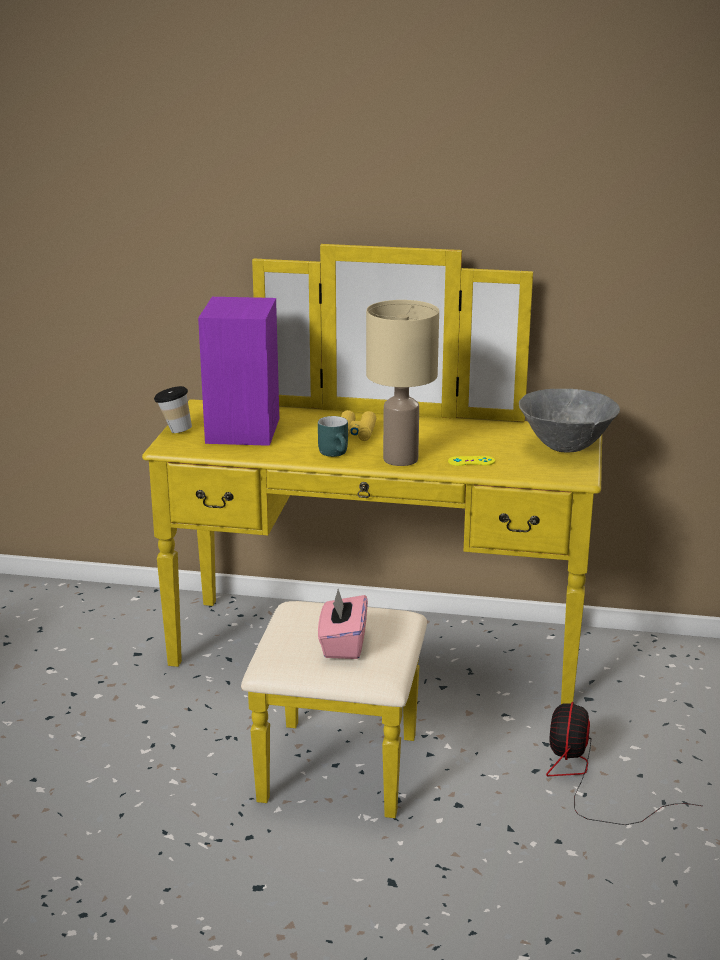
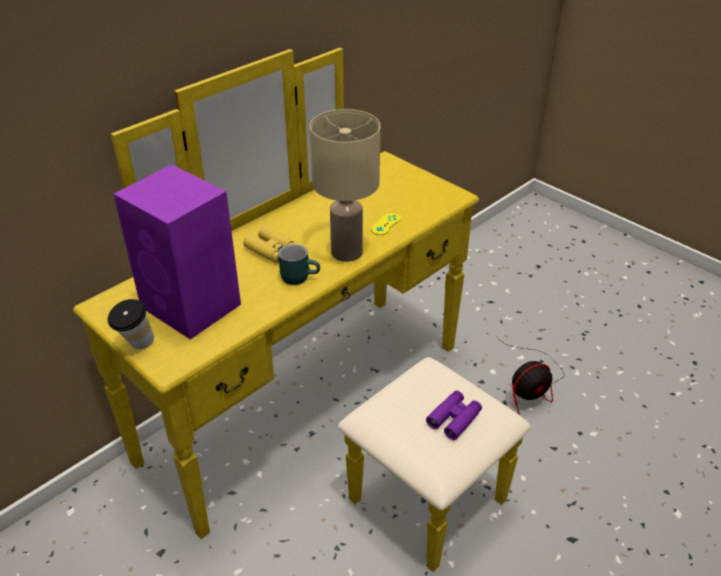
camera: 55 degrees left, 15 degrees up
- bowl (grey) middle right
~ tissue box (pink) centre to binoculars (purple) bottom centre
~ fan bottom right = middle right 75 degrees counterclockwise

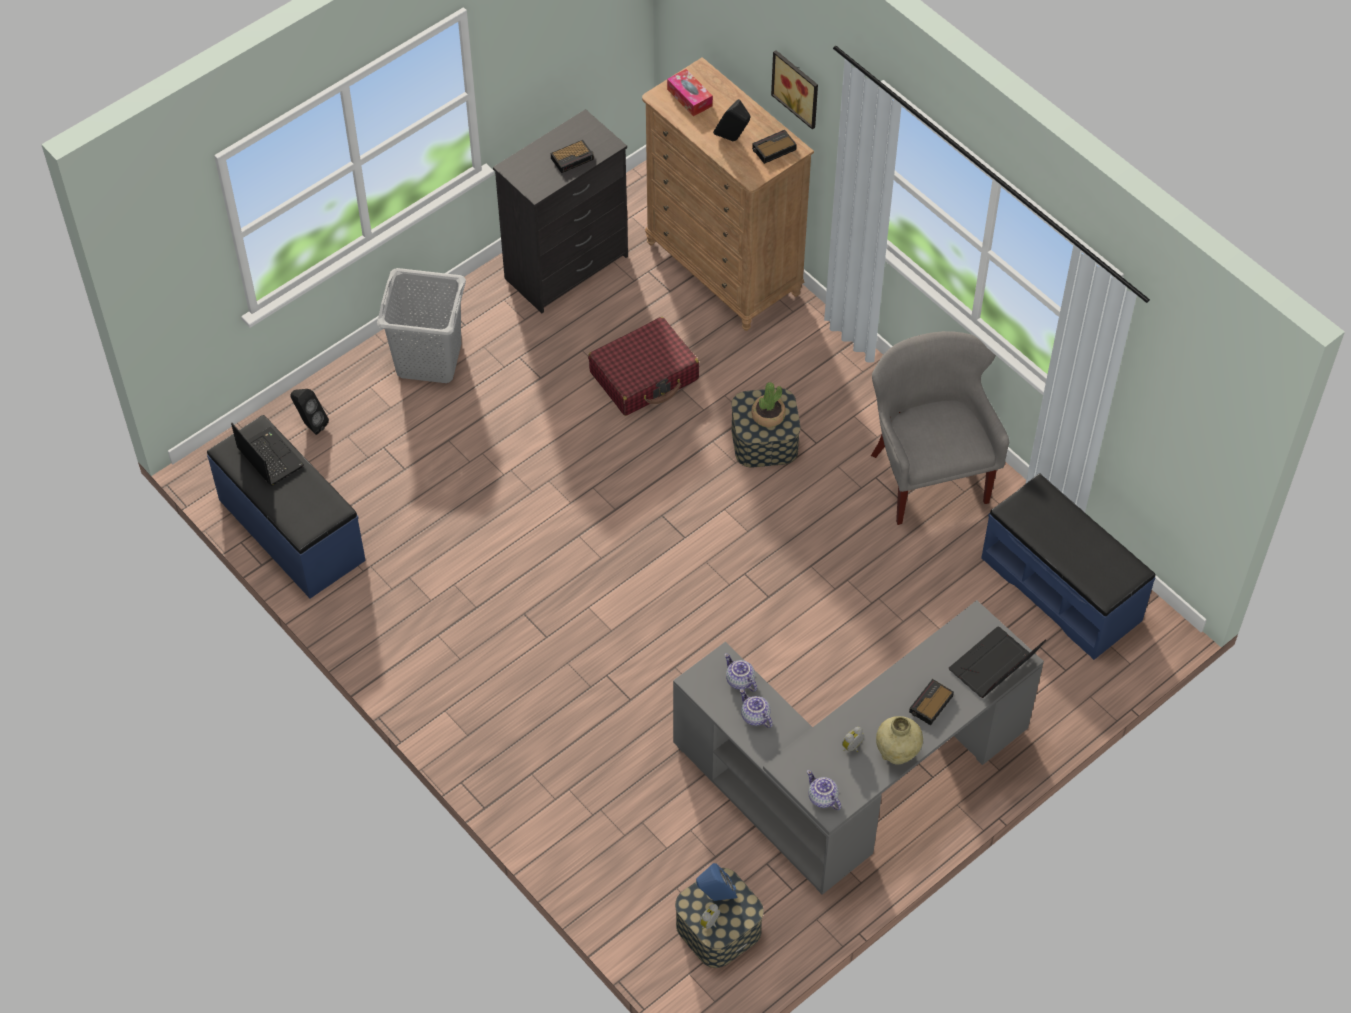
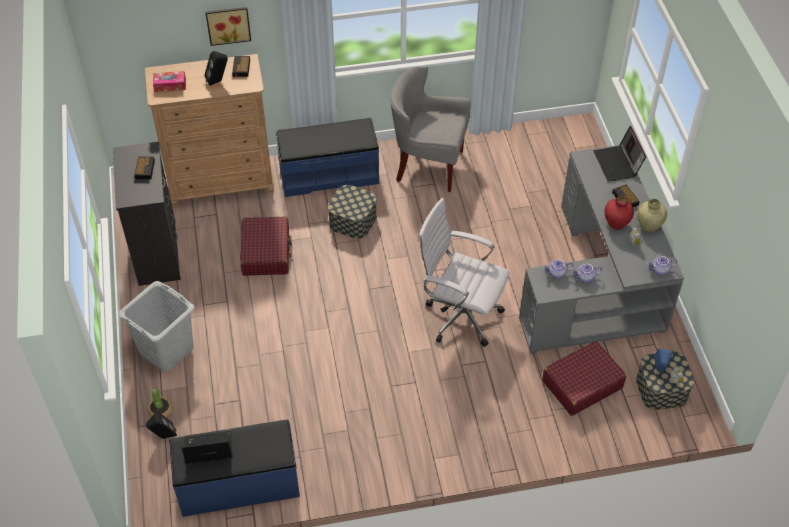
camera: 60 degrees left, 5 degrees down
~ potted plant centre to bottom left
~ bench (blue) (2nd from left) middle right to top centre
+ vase (red) middle right
+ office chair (white) centre
+ suitcase (red) (2nd from left) bottom right

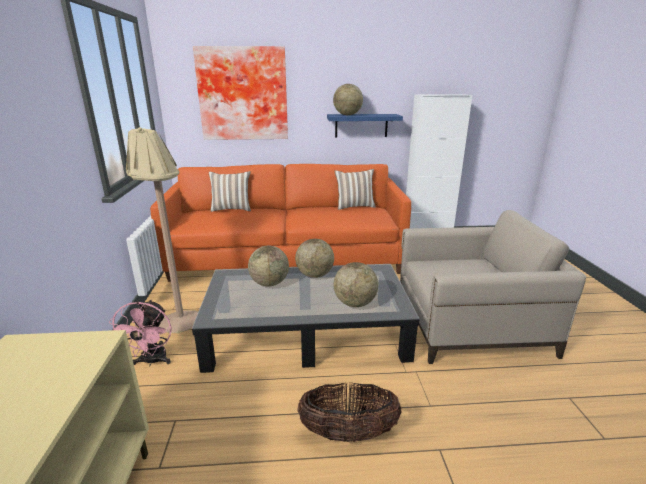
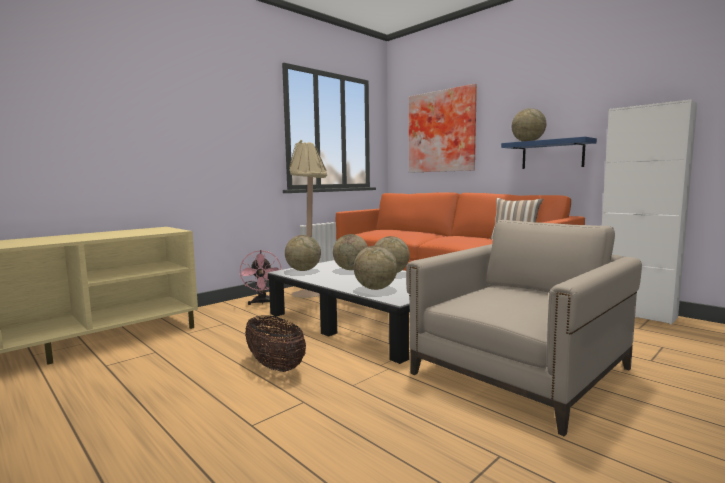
camera: 50 degrees right, 15 degrees down
- pillow (1st from left) centre
~ armchair (beige) middle right = bottom right 90 degrees counterclockwise
~ fan (pink) bottom left = centre 60 degrees counterclockwise
+ globe (1st from left) centre

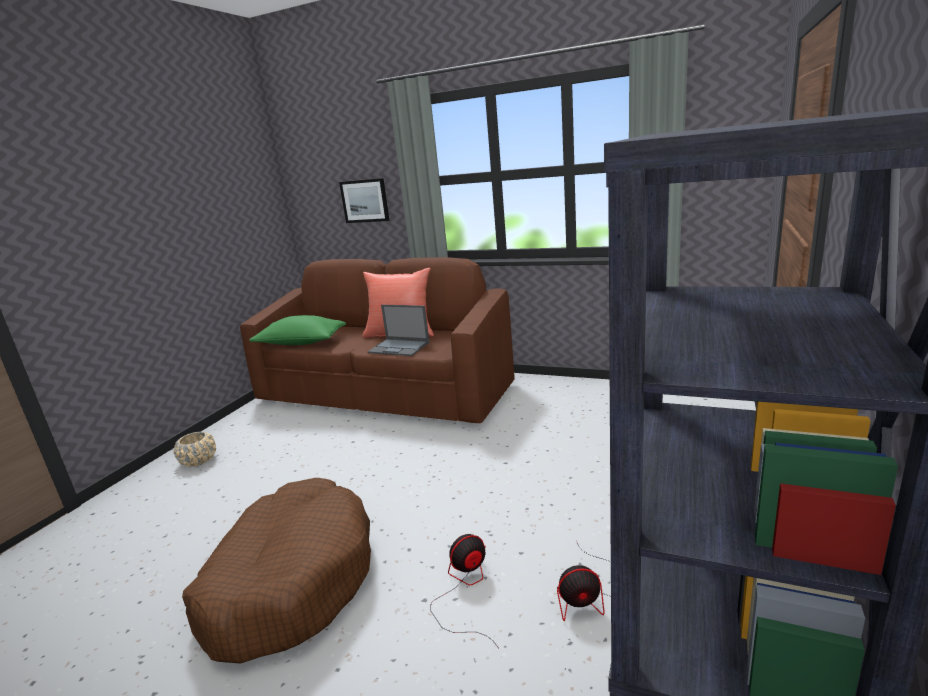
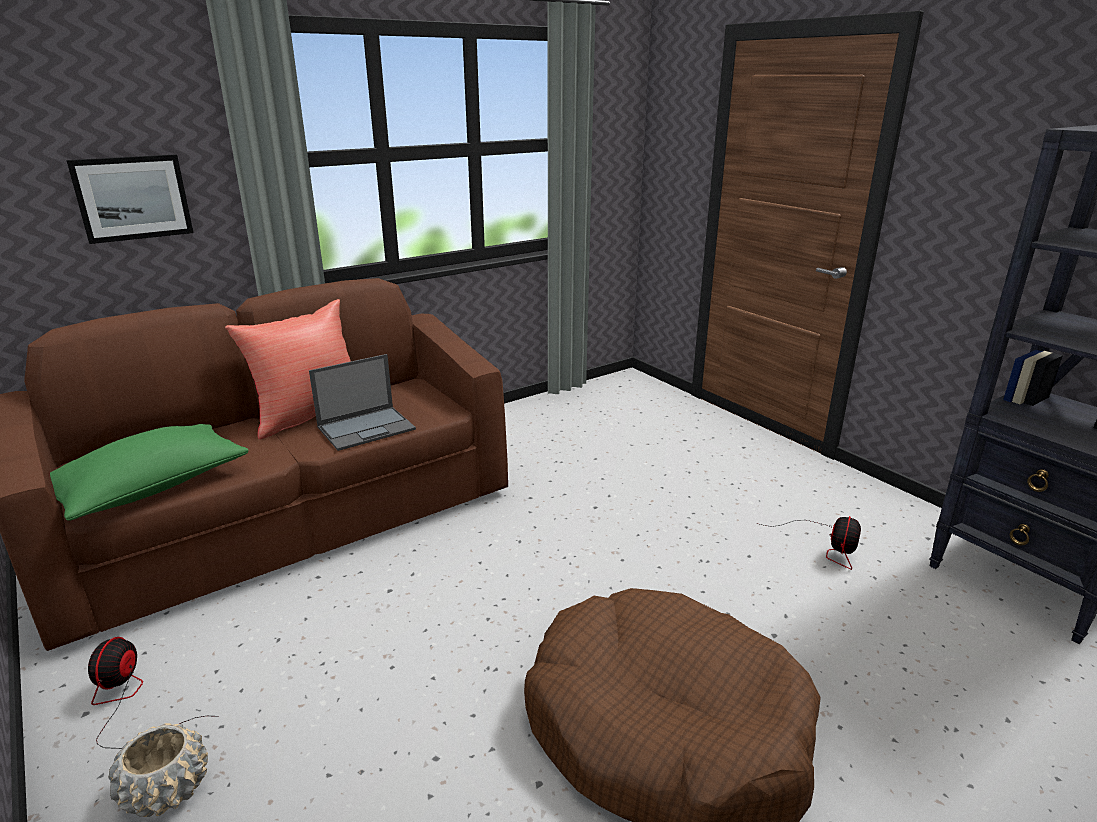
camera: 60 degrees left, 5 degrees up
~ fan (1st from left) bottom centre to bottom left

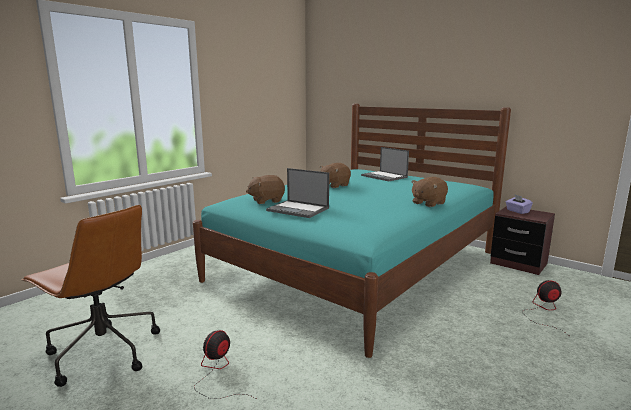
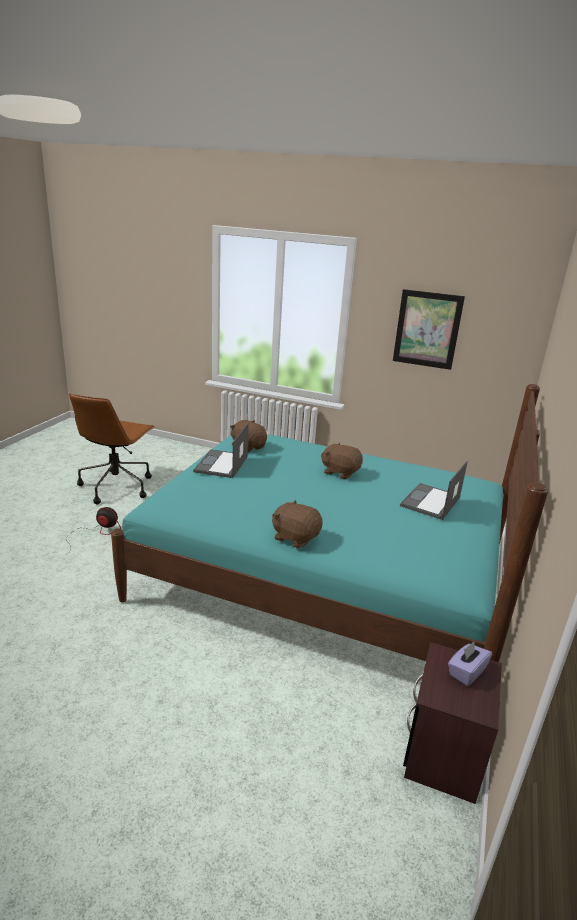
camera: 70 degrees right, 10 degrees up
- fan (2nd from left) bottom right
+ picture middle right

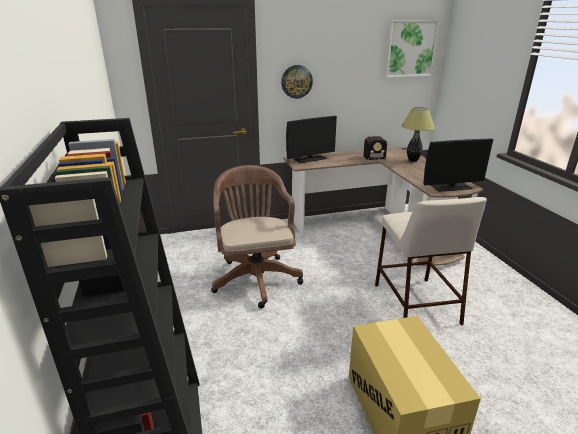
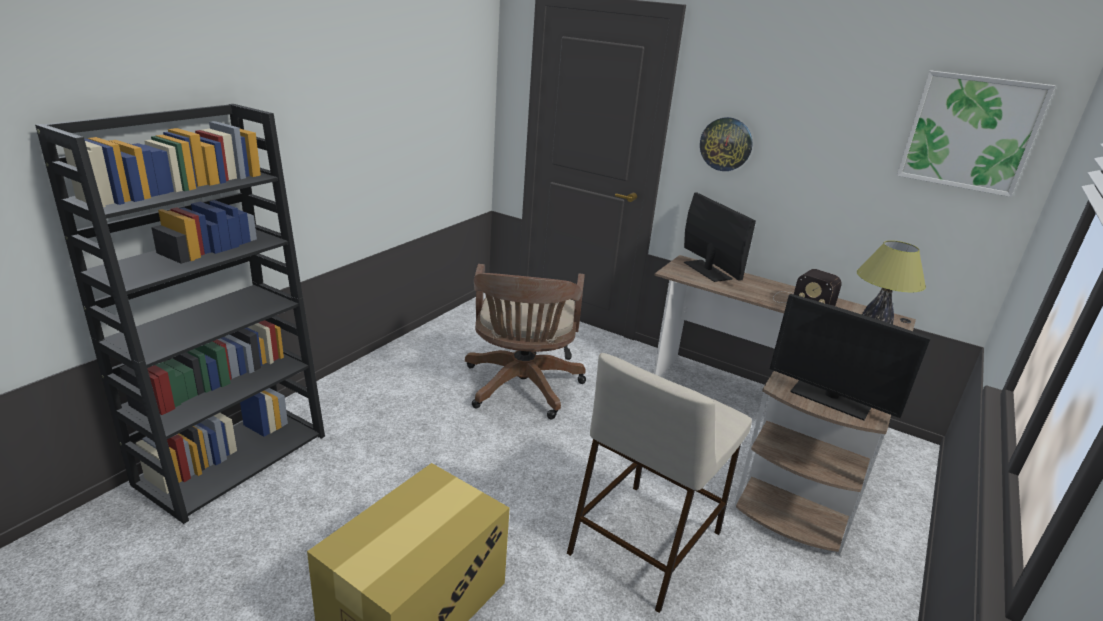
camera: 45 degrees right, 0 degrees up
~ monitor (1st from left) top centre = centre 135 degrees counterclockwise
~ office chair (brown) centre = centre 150 degrees clockwise

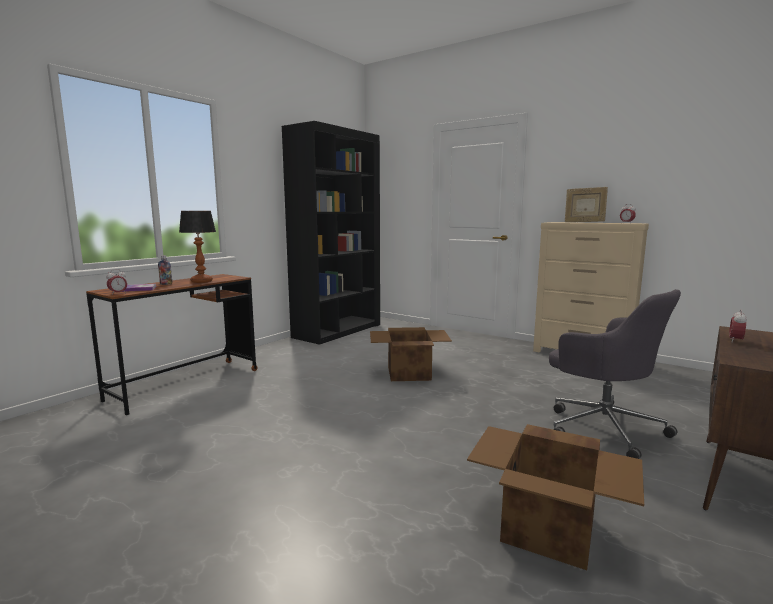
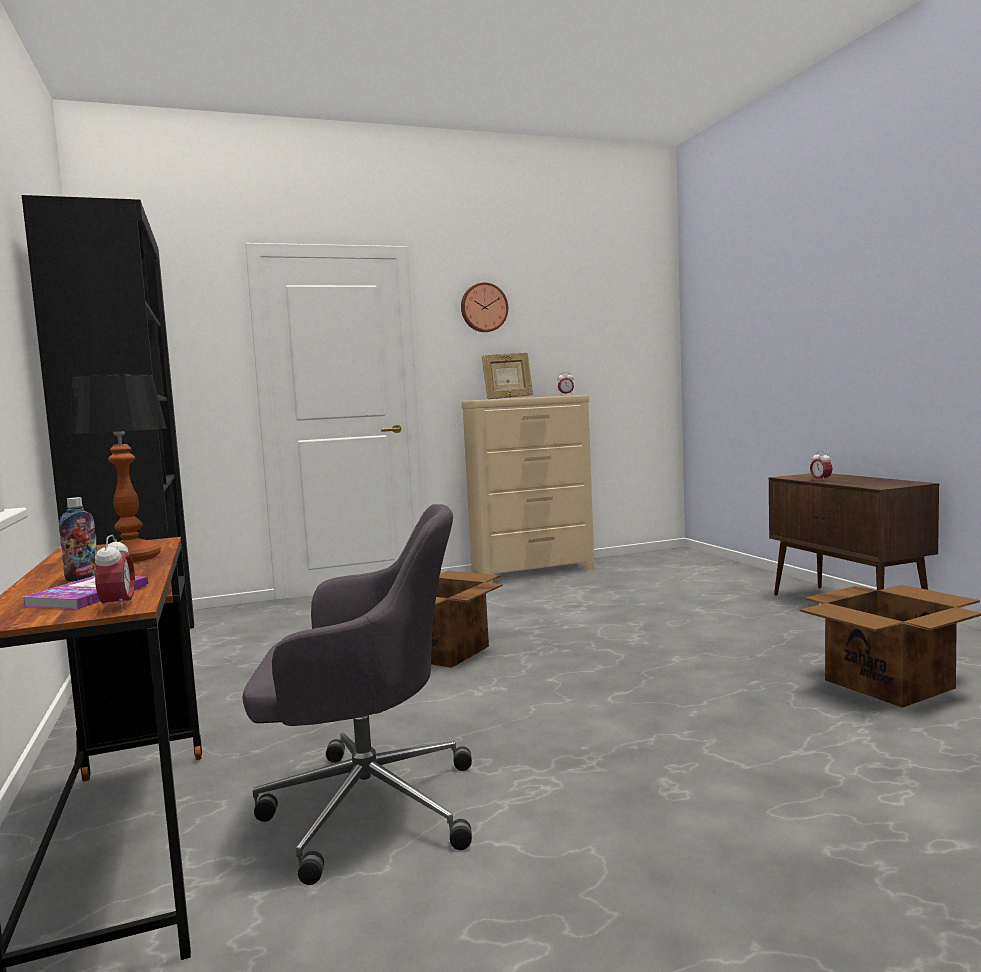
camera: 55 degrees left, 5 degrees down
~ office chair (grey) middle right to bottom centre
+ wall clock top centre

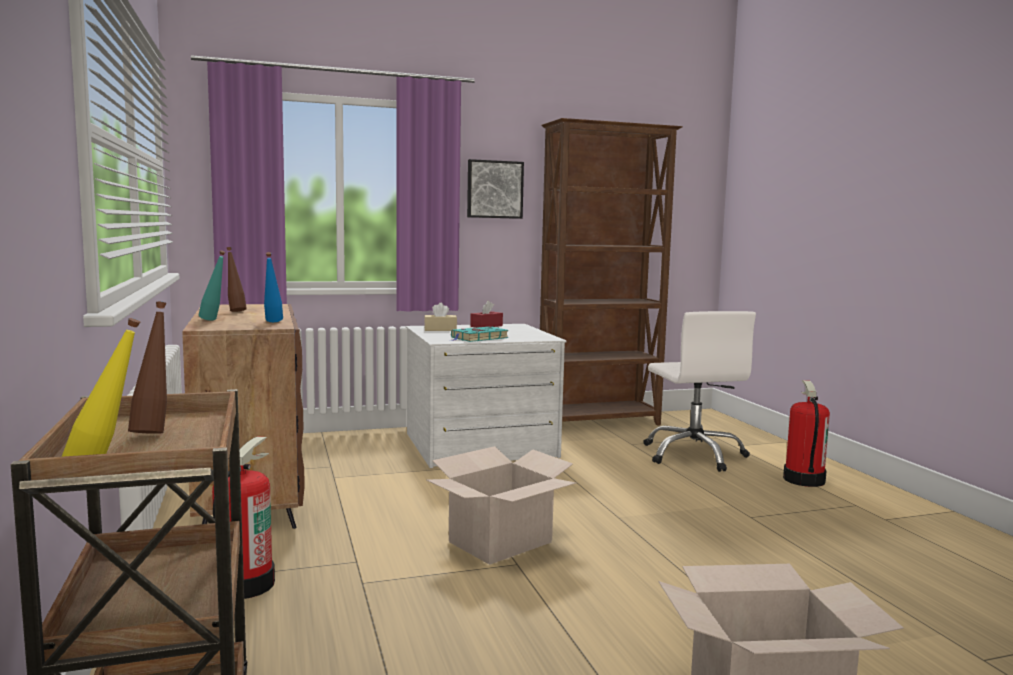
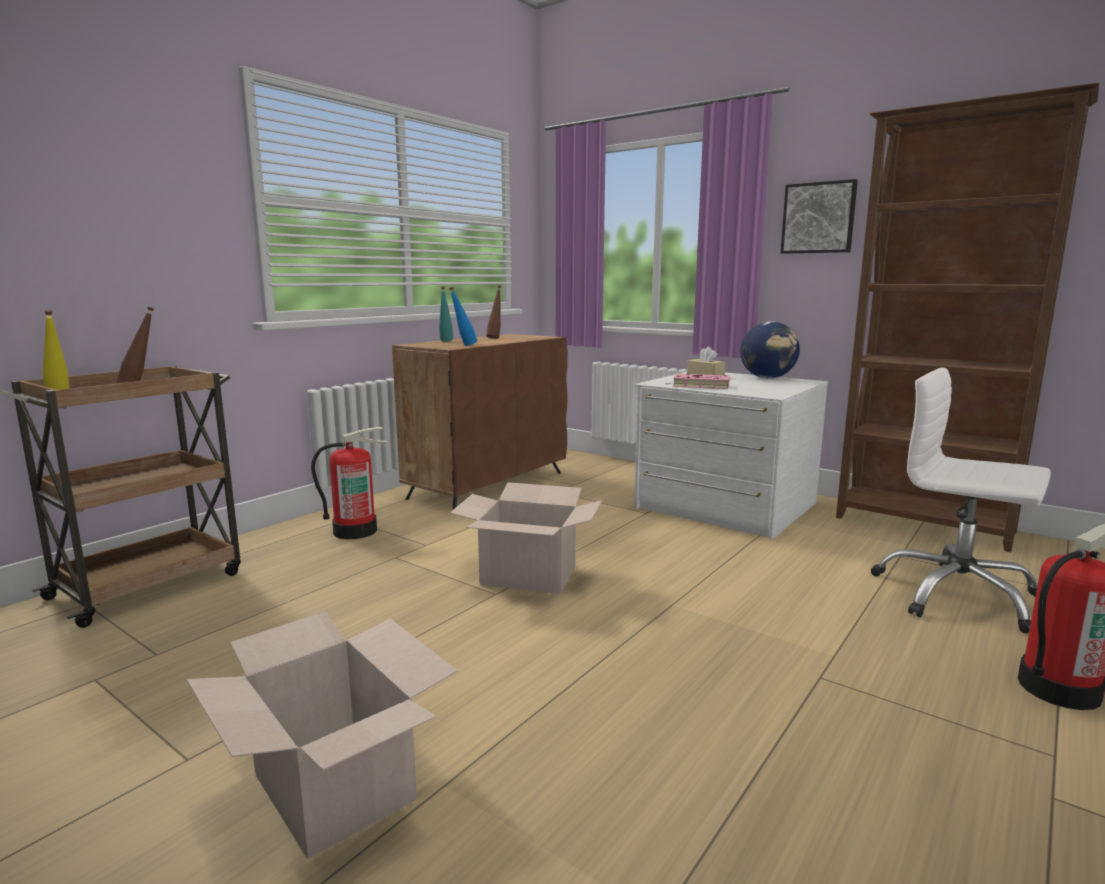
camera: 55 degrees right, 5 degrees up
~ tissue box (red) centre to globe middle right
~ office chair (white) middle right = middle right 90 degrees clockwise
~ book (turquoise) centre to book (pink) centre

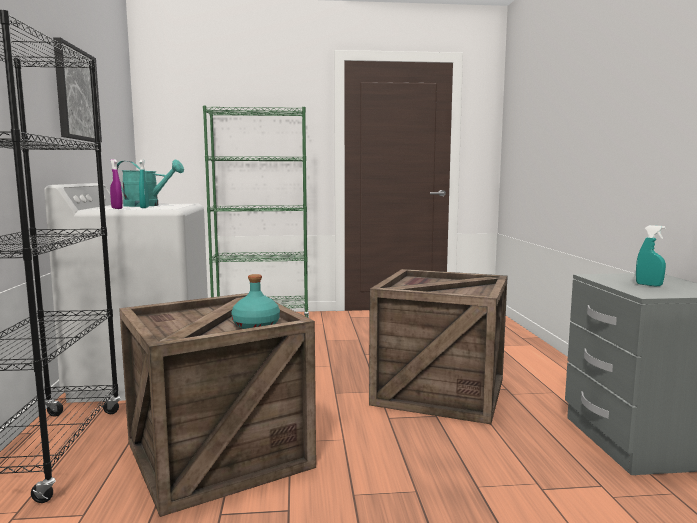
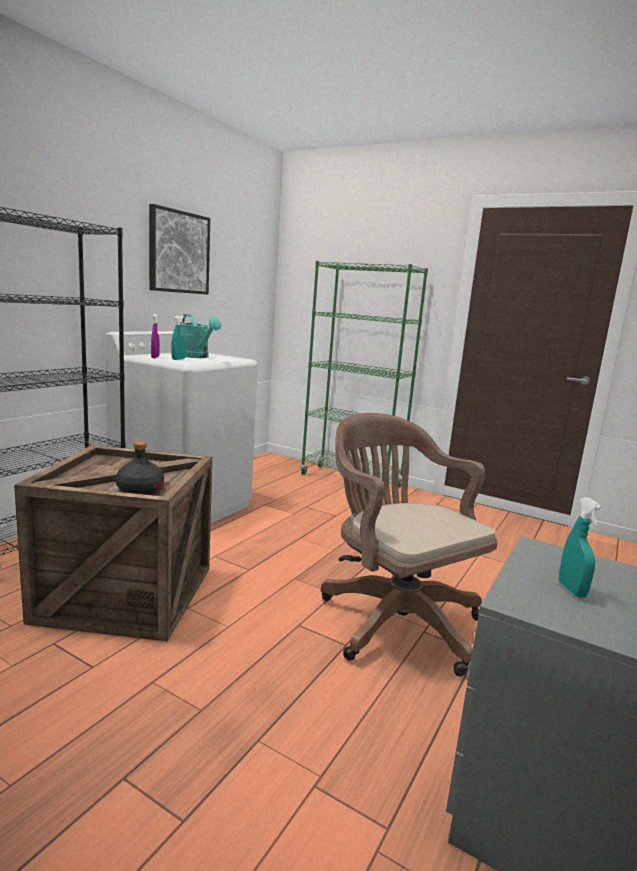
camera: 35 degrees right, 5 degrees up
~ crate (2nd from left) centre to office chair (brown) centre
~ bottle (turquoise) centre to bottle (black) middle left

